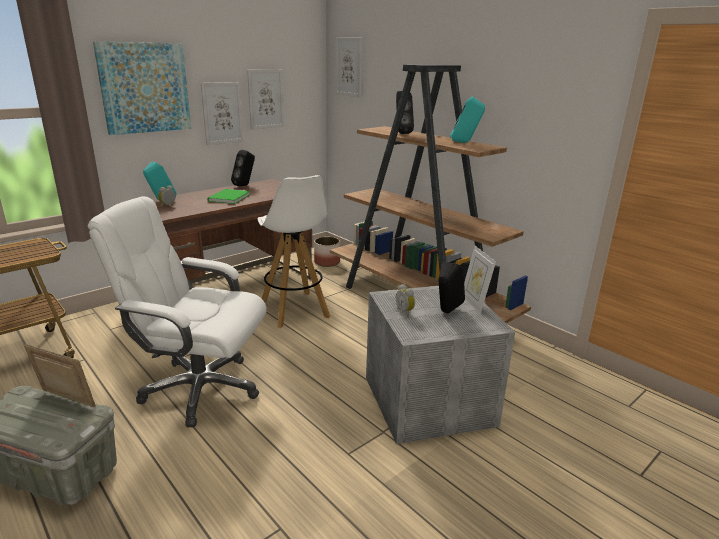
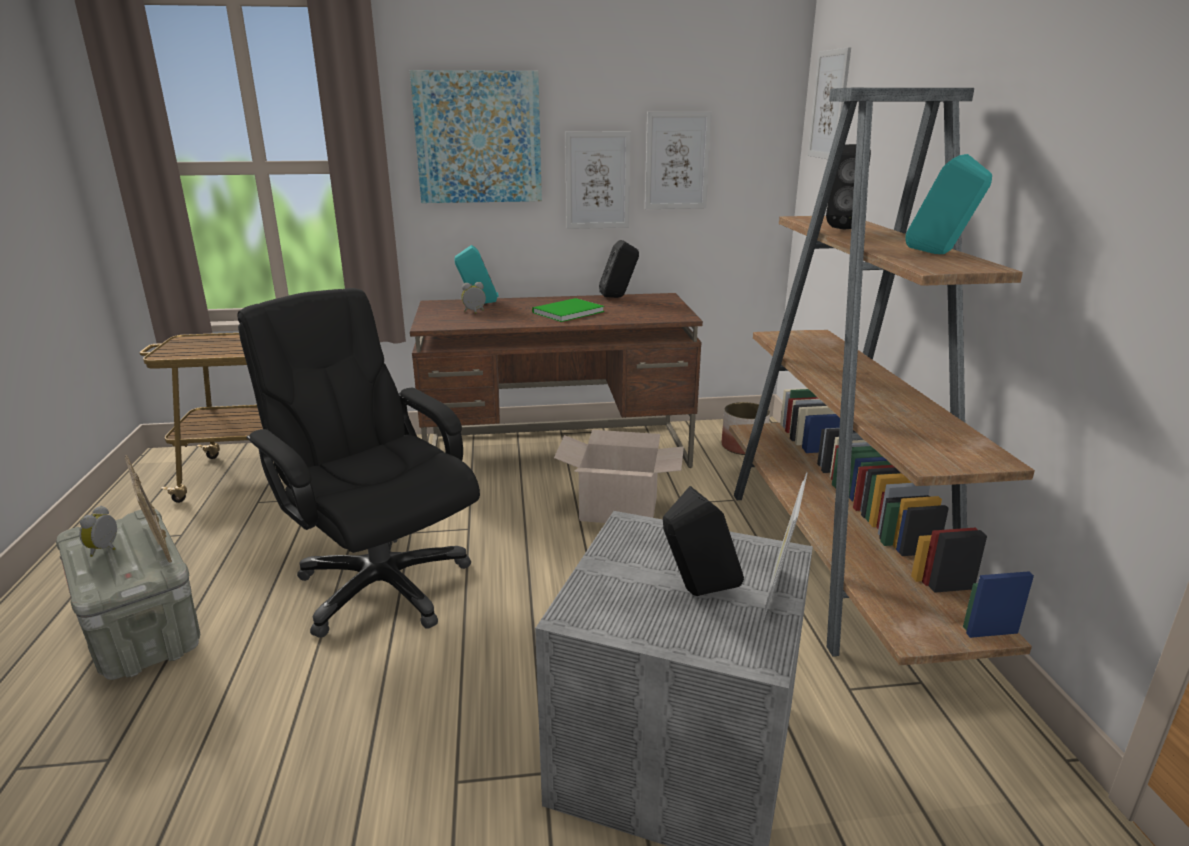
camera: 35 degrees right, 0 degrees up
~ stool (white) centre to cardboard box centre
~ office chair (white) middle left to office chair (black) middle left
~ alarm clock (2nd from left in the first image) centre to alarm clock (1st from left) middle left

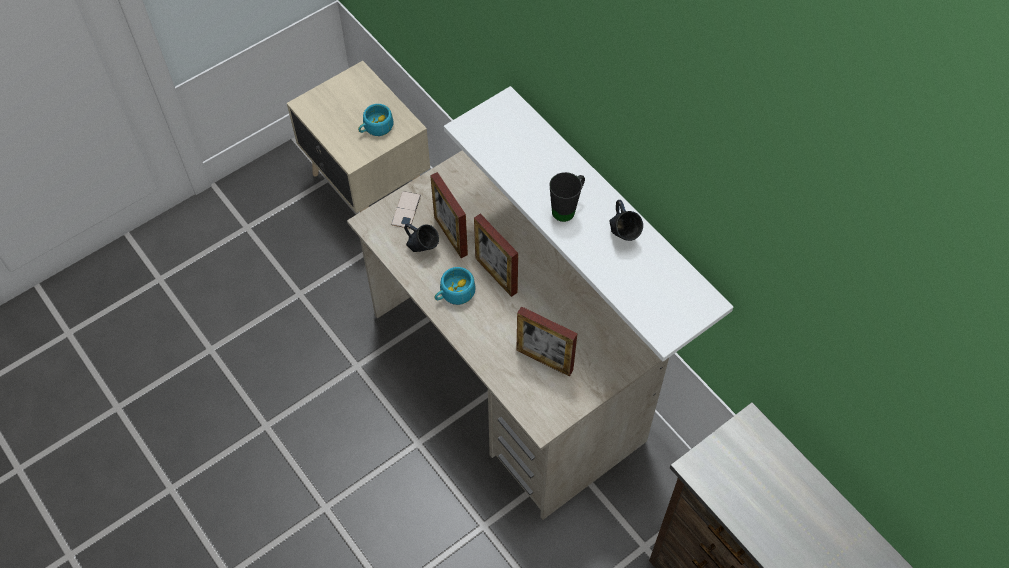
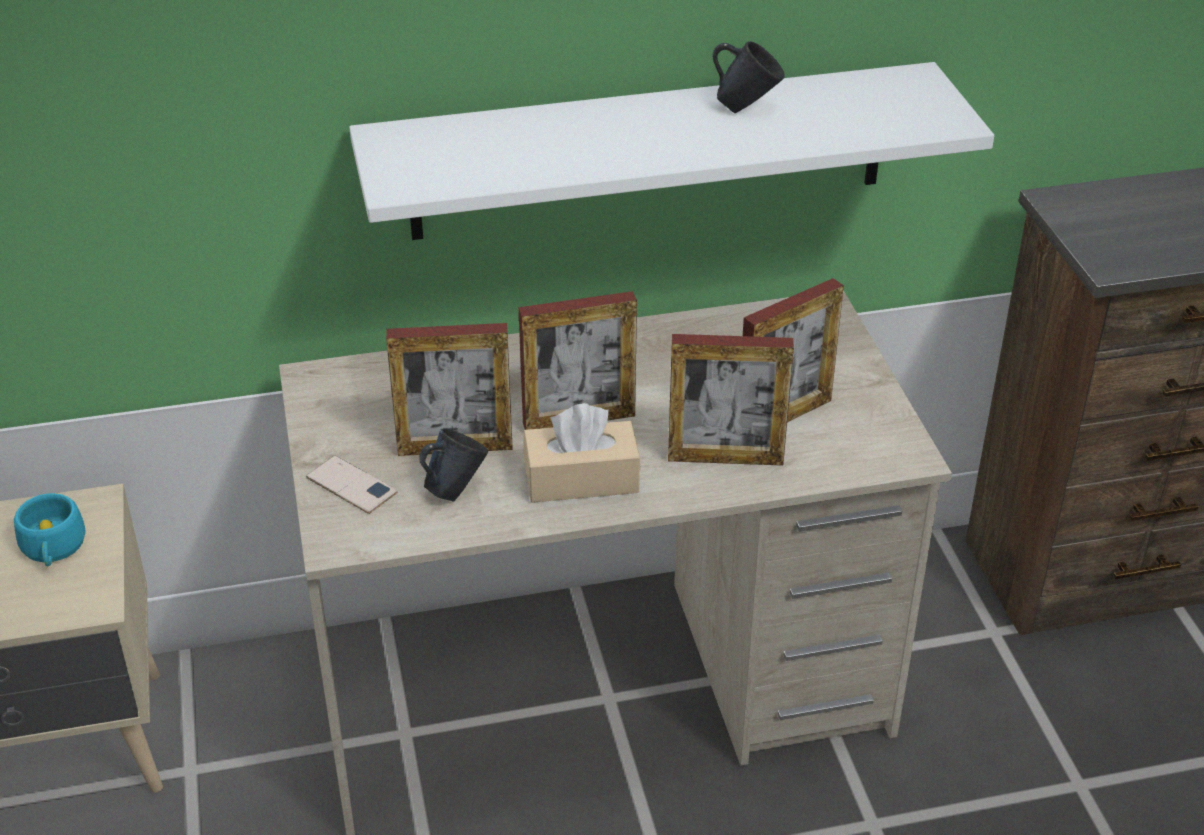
camera: 65 degrees left, 20 degrees down
- mug (black) centre
~ cup (turquoise) (2nd from left) centre to tissue box (beige) centre
+ picture frame (3rd from left) centre

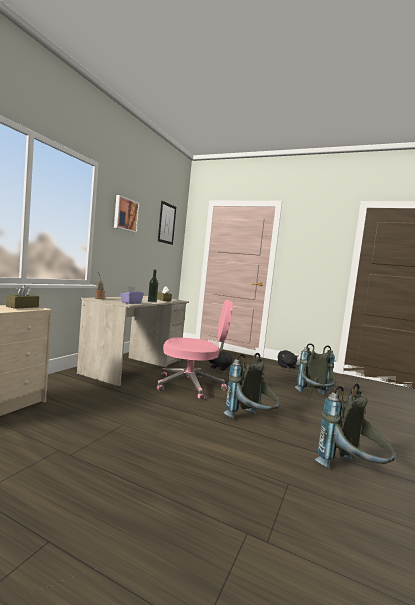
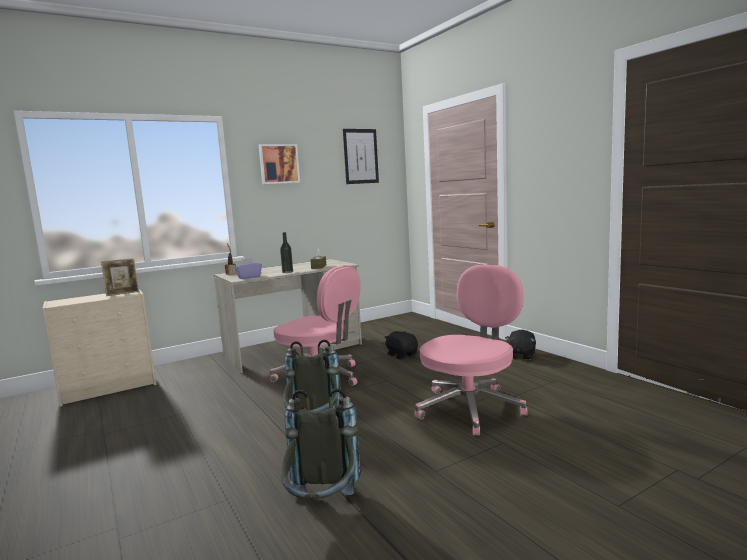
camera: 35 degrees right, 5 degrees up
~ tissue box (brown) (1st from left) middle left to picture frame middle left
~ backpack (grey) (2nd from left) middle right to office chair (pink) (2nd from left) centre

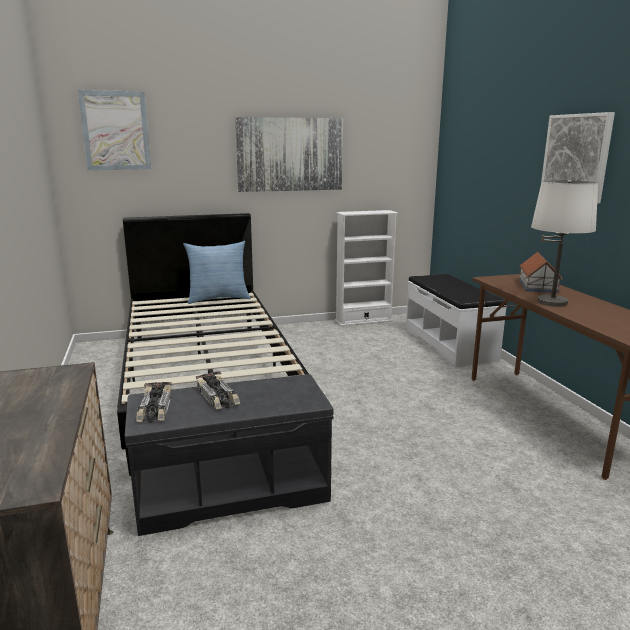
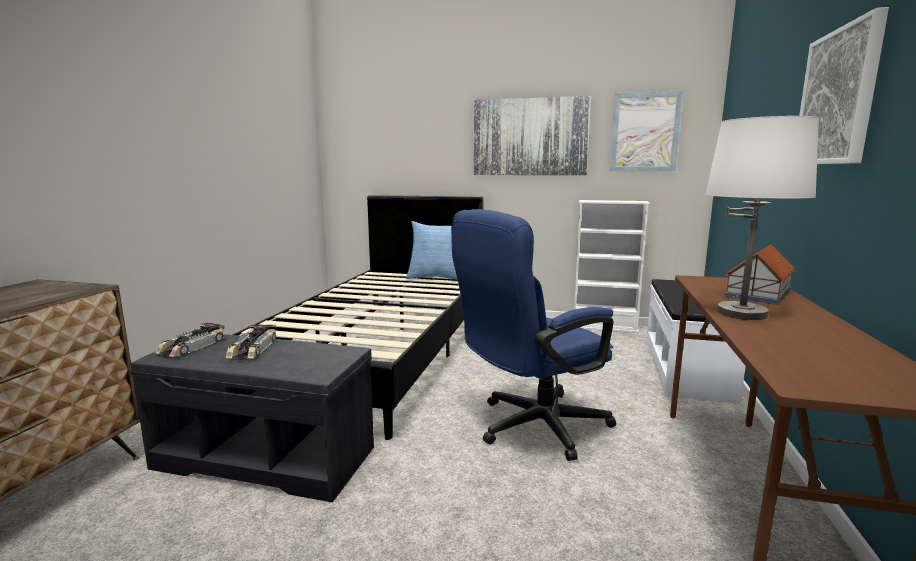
camera: 30 degrees right, 5 degrees down
~ picture (1st from left in the first image) top left to picture (2nd from left) top right
+ office chair (blue) centre

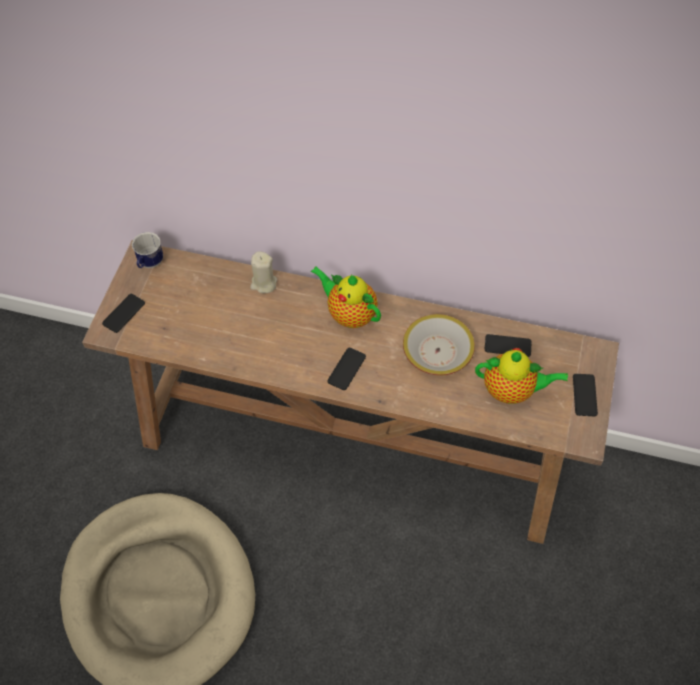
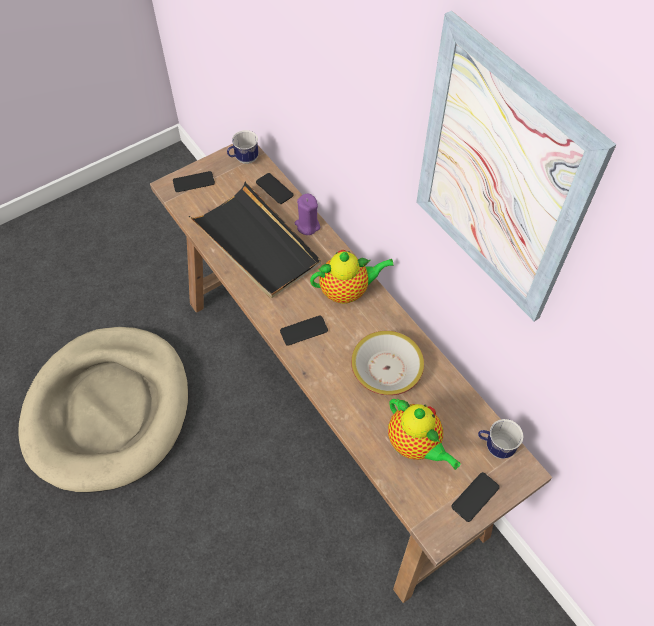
camera: 40 degrees right, 0 degrees up
~ candle (beige) centre to candle (purple) centre
~ teapot (1st from left) centre = centre 90 degrees clockwise
~ phone (3rd from left in the first image) middle right to phone (2nd from left) top centre
+ picture top right
+ tray (black) centre
+ mug (2nd from left) bottom right

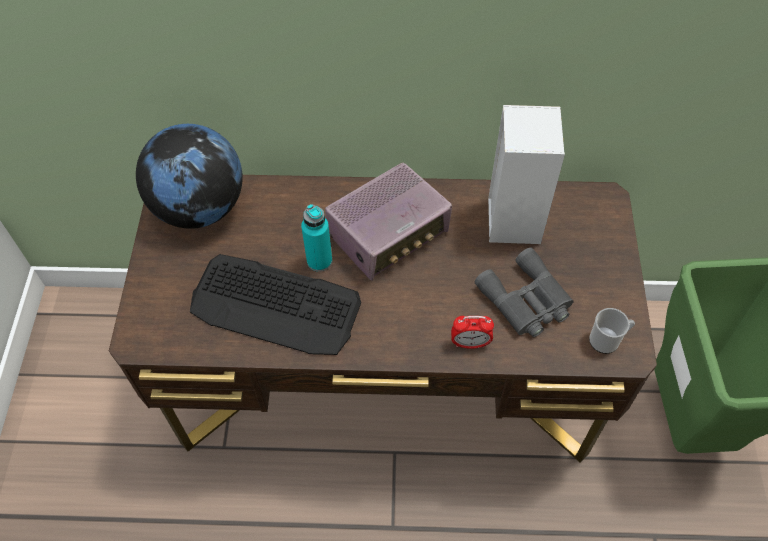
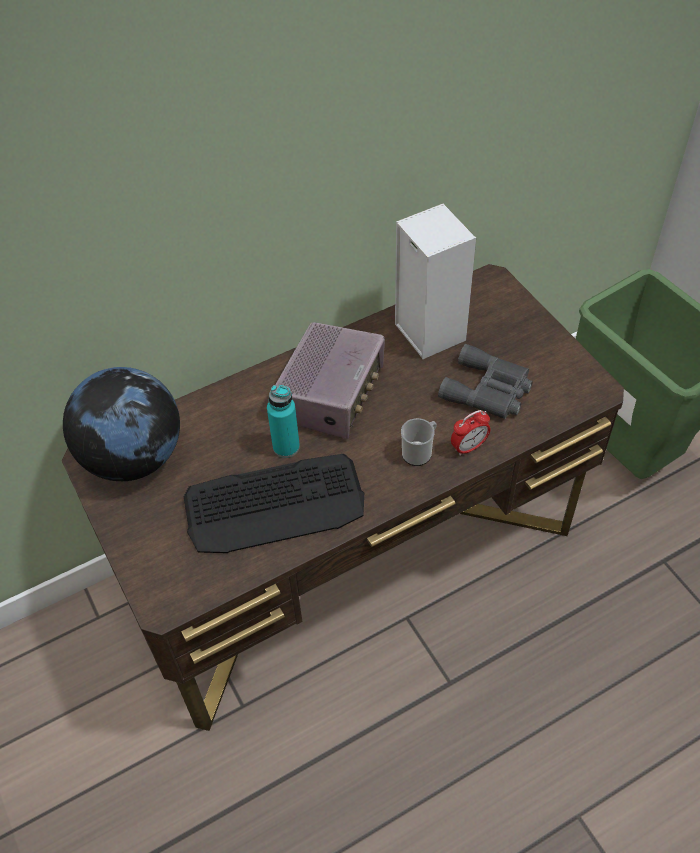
camera: 30 degrees left, 5 degrees down
~ mug middle right to centre

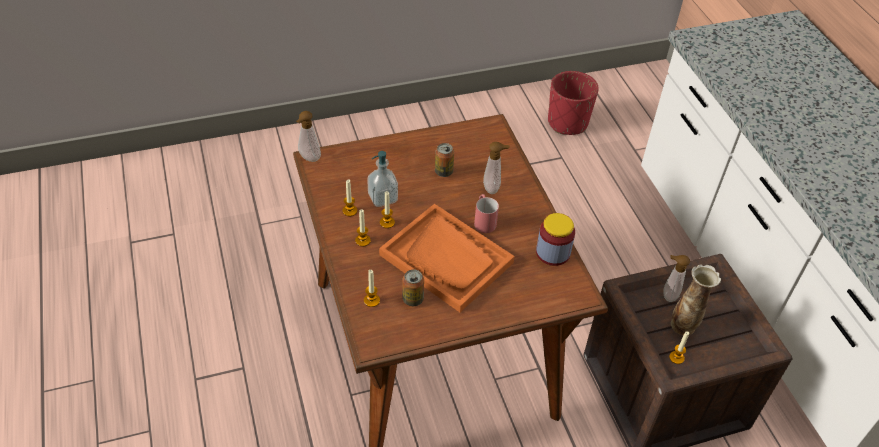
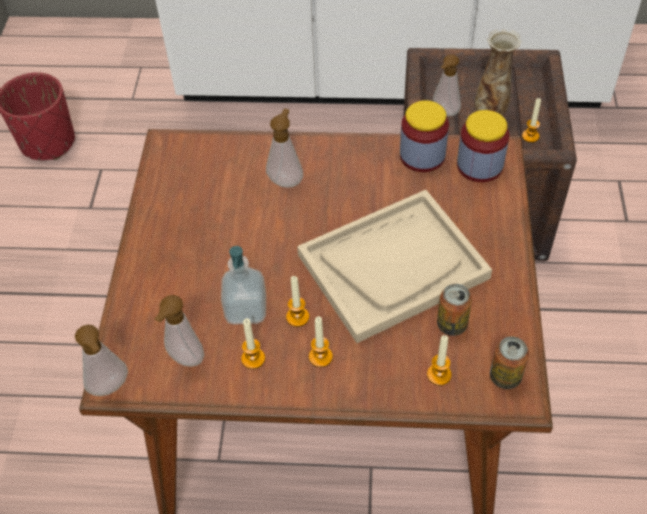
camera: 65 degrees left, 5 degrees up
~ can (2nd from left) centre to bottom right
- mug (red) centre
~ tray (orange) centre to tray (beige) centre
+ jar (2nd from left) top right
+ soap dispenser (2nd from left) middle left

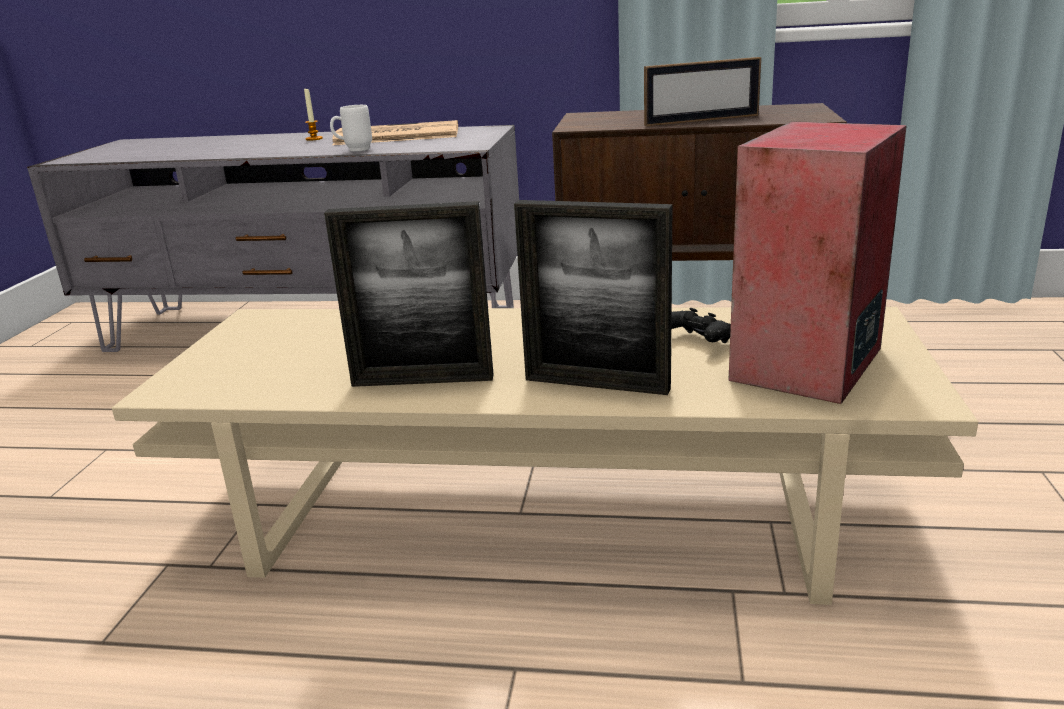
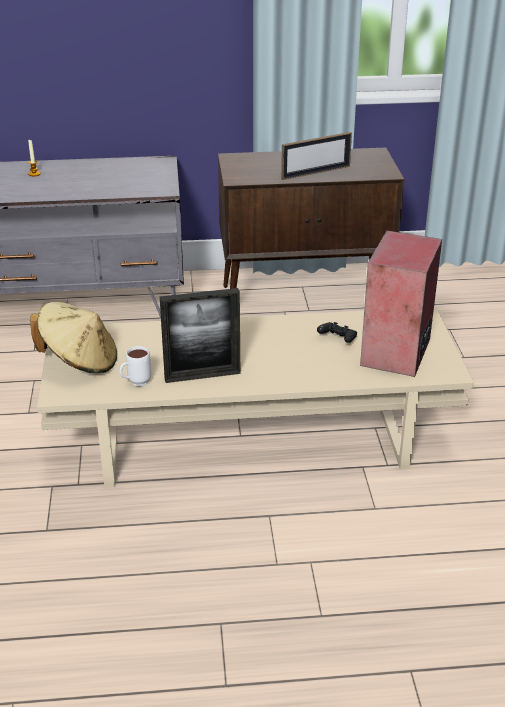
camera: 15 degrees left, 10 degrees up
~ mug (white) top left to middle left
- newspaper top centre
- picture frame (2nd from left) centre
+ hat (beige) middle left

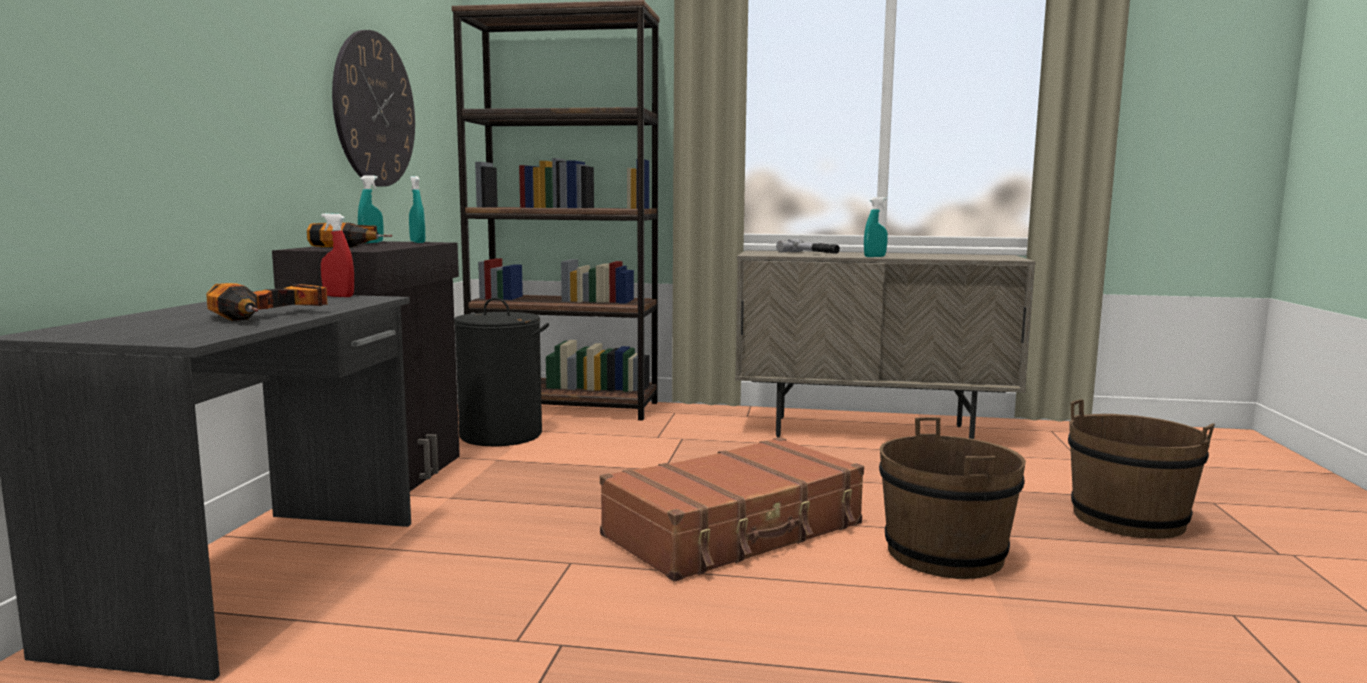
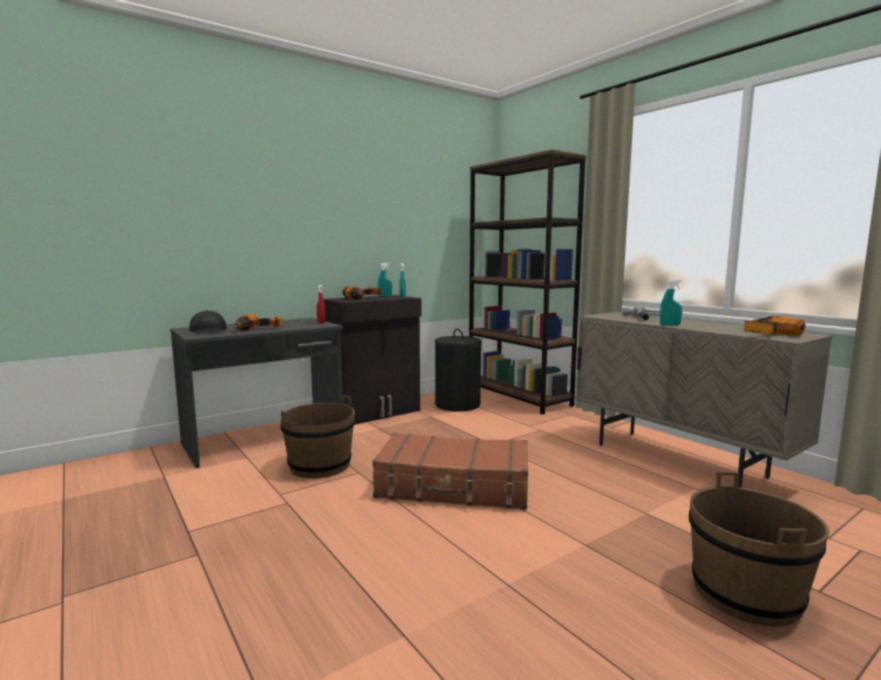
camera: 45 degrees right, 0 degrees up
- wall clock top left
~ bucket (brown) (1st from left) bottom right to centre
+ cap (black) middle left
+ power drill (3rd from left) middle right

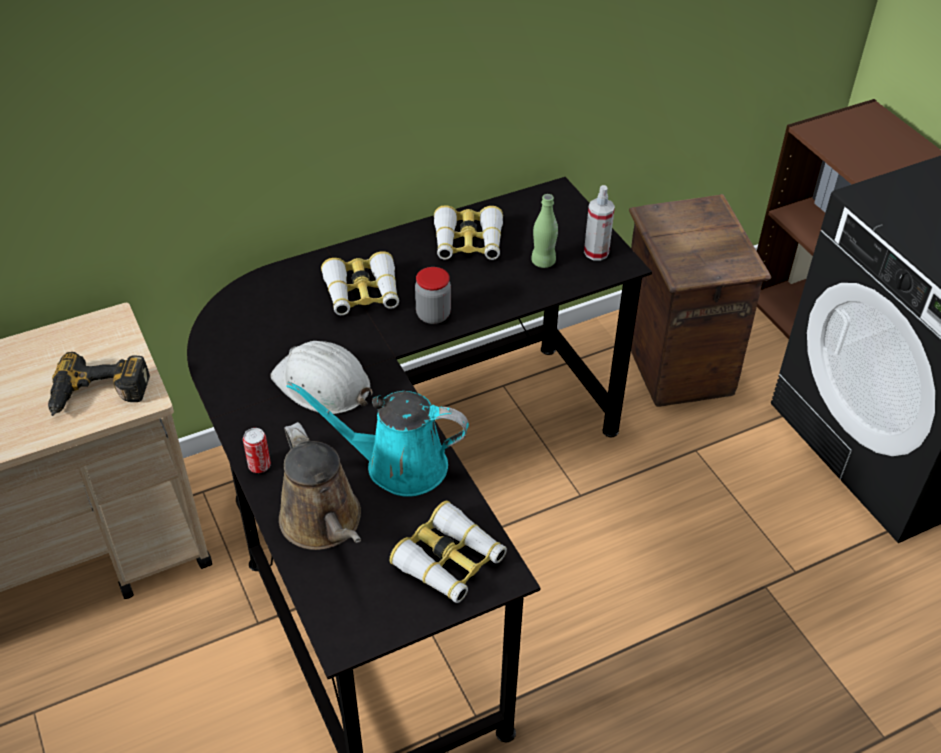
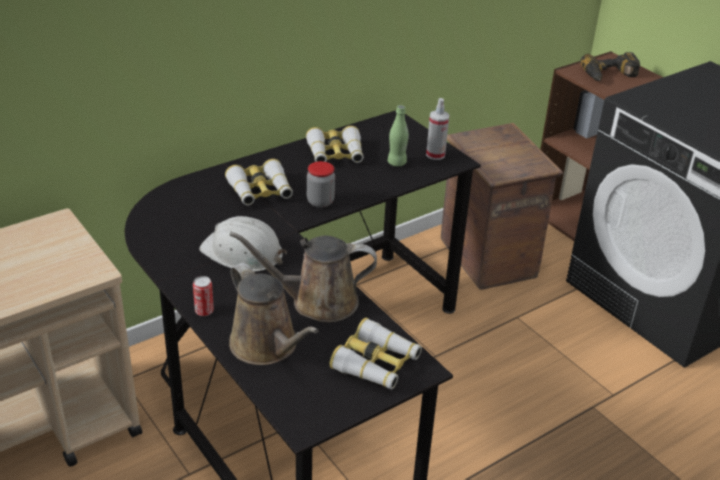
camera: 10 degrees left, 10 degrees down
~ power drill middle left to top right
~ watering can (turquoise) centre to watering can (brown) (2nd from left) centre

